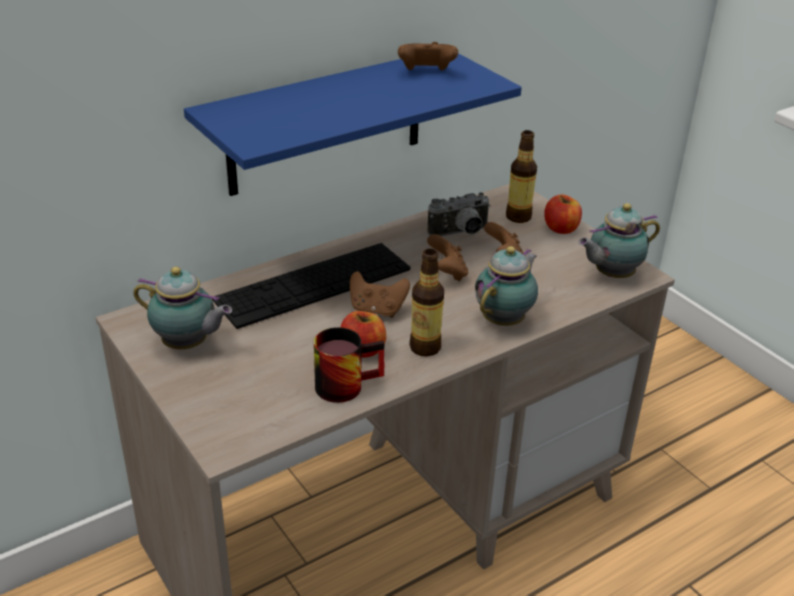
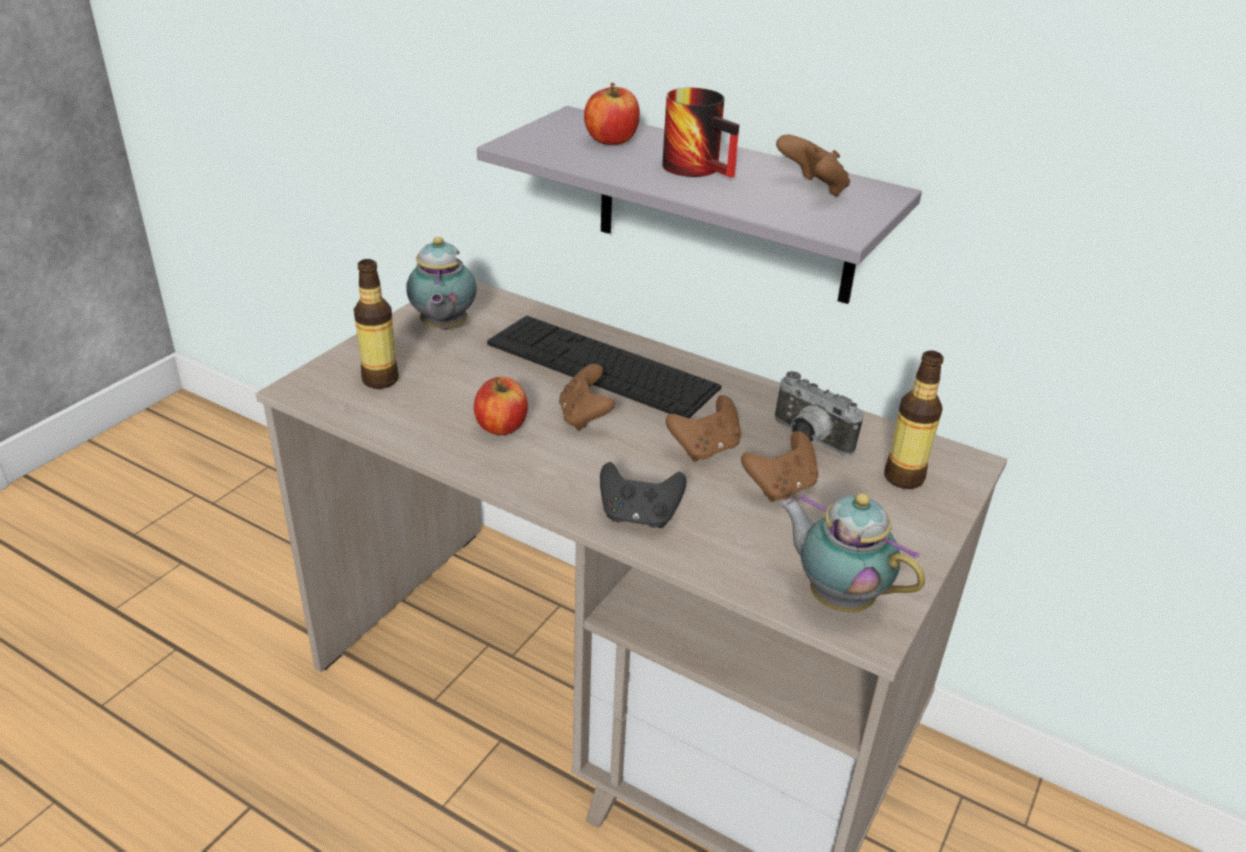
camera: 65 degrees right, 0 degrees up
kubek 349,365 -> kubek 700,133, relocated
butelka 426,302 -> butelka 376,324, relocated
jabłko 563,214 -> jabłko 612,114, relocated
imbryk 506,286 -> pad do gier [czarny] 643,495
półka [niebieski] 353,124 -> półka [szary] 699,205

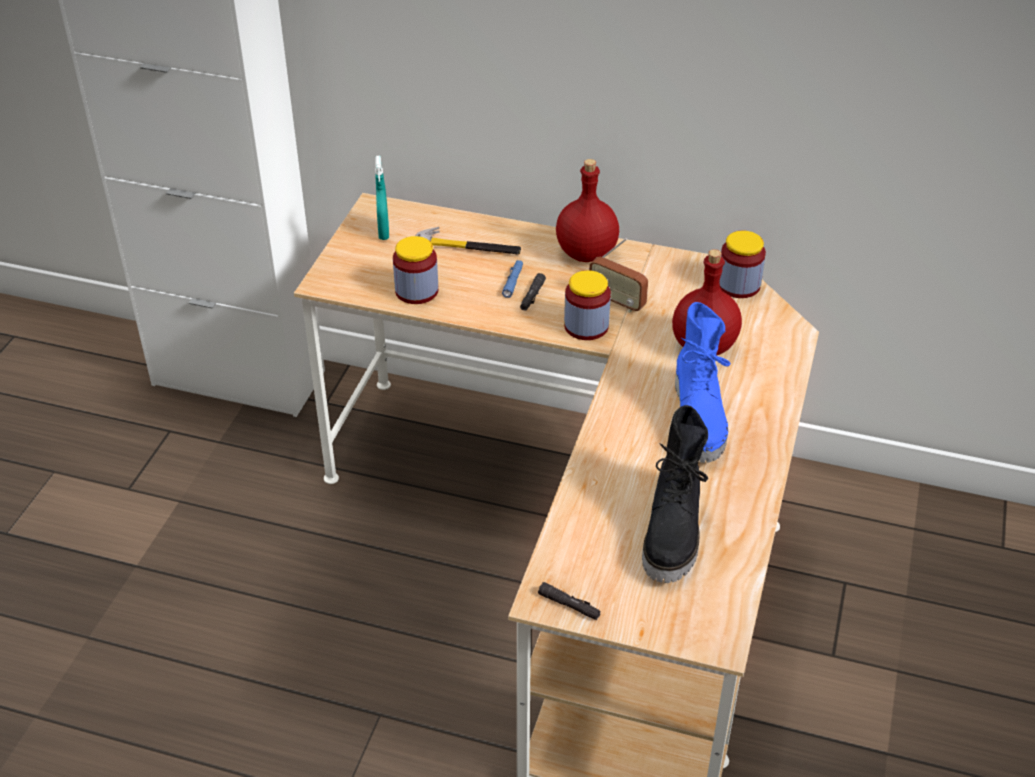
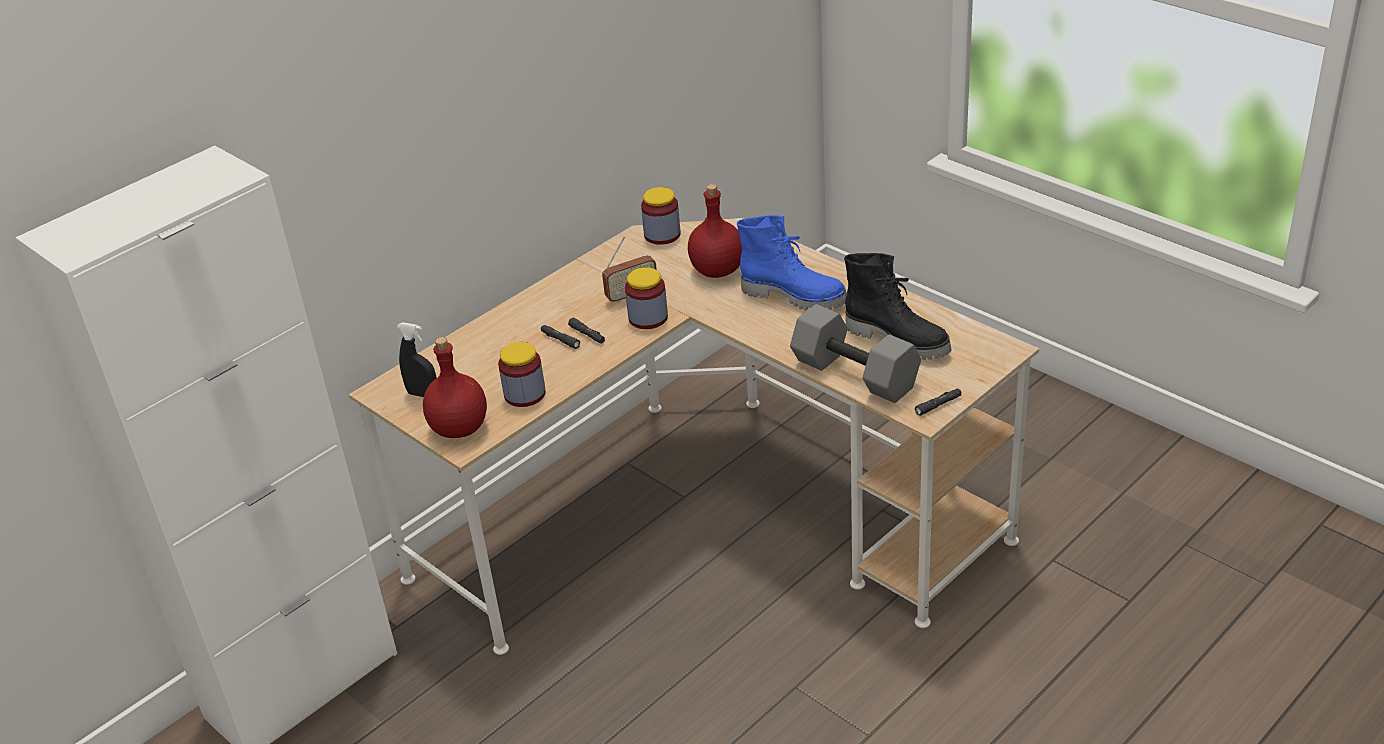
camera: 60 degrees left, 5 degrees down
młotek 468,241 -> none
none -> hantel [szary] 855,353
butelka [czerwony] 587,210 -> butelka [czerwony] 455,387, relocated
spryskiwacz [turkusowy] 382,198 -> spryskiwacz [czarny] 417,359
latarka [niebieski] 512,279 -> latarka [czarny] 560,337

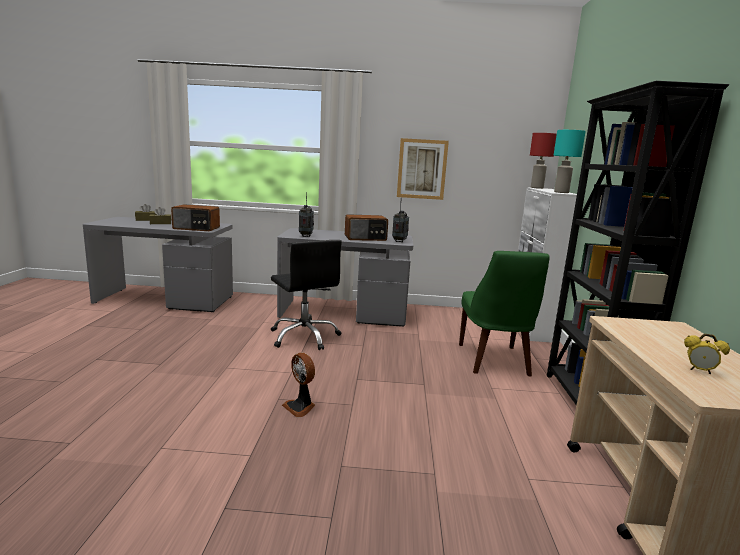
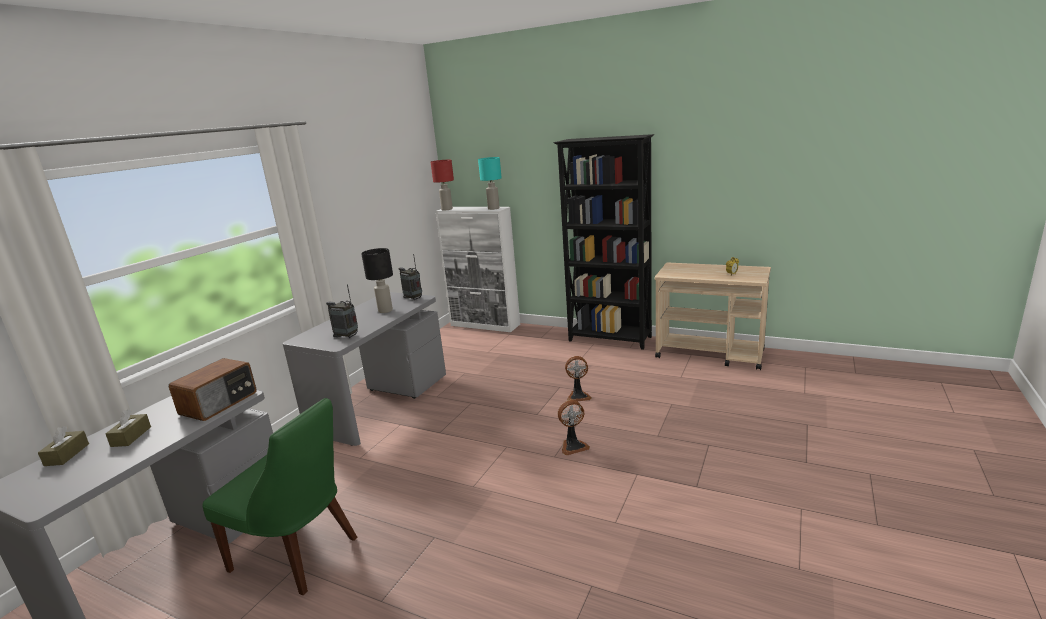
camera: 65 degrees left, 5 degrees up
krzesło biurowe [czarny] 306,295 -> none
obraz 423,169 -> none
none -> wentylator 578,379
krzesło [zielony] 504,313 -> krzesło [zielony] 279,496, relocated
radio 366,227 -> lampa stołowa [czarny] 377,280

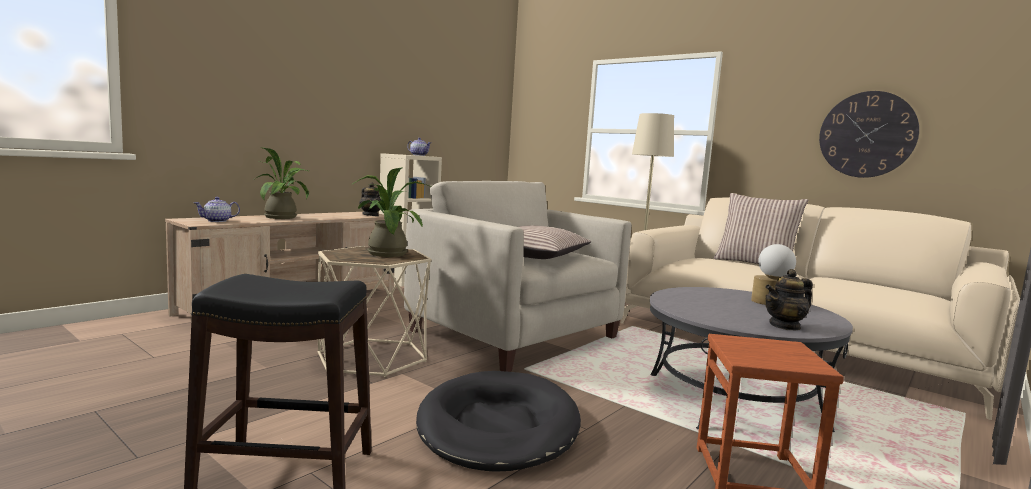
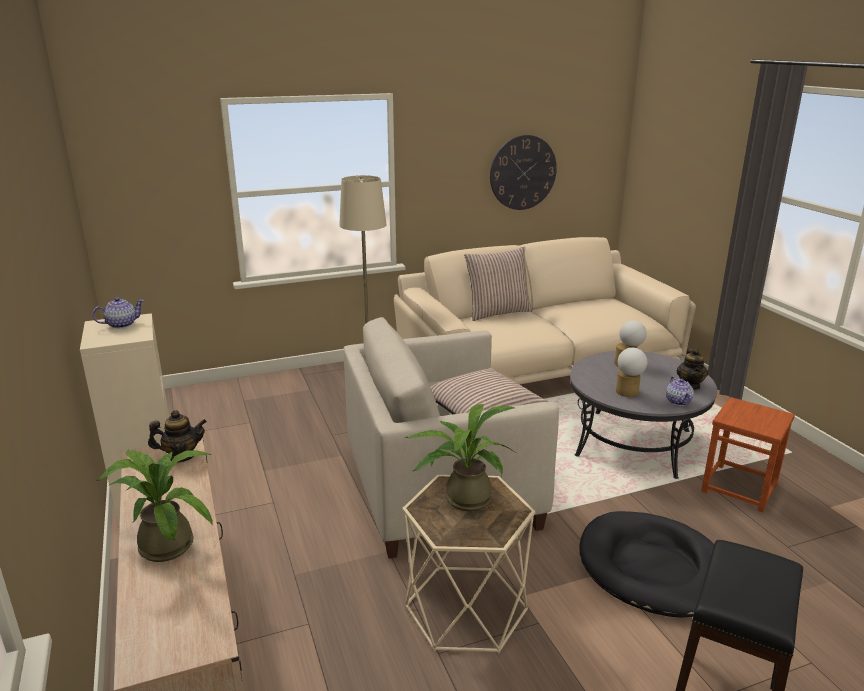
camera: 60 degrees left, 15 degrees up
none -> lampa stołowa 631,372
imbryk 217,209 -> imbryk 680,391, relocated

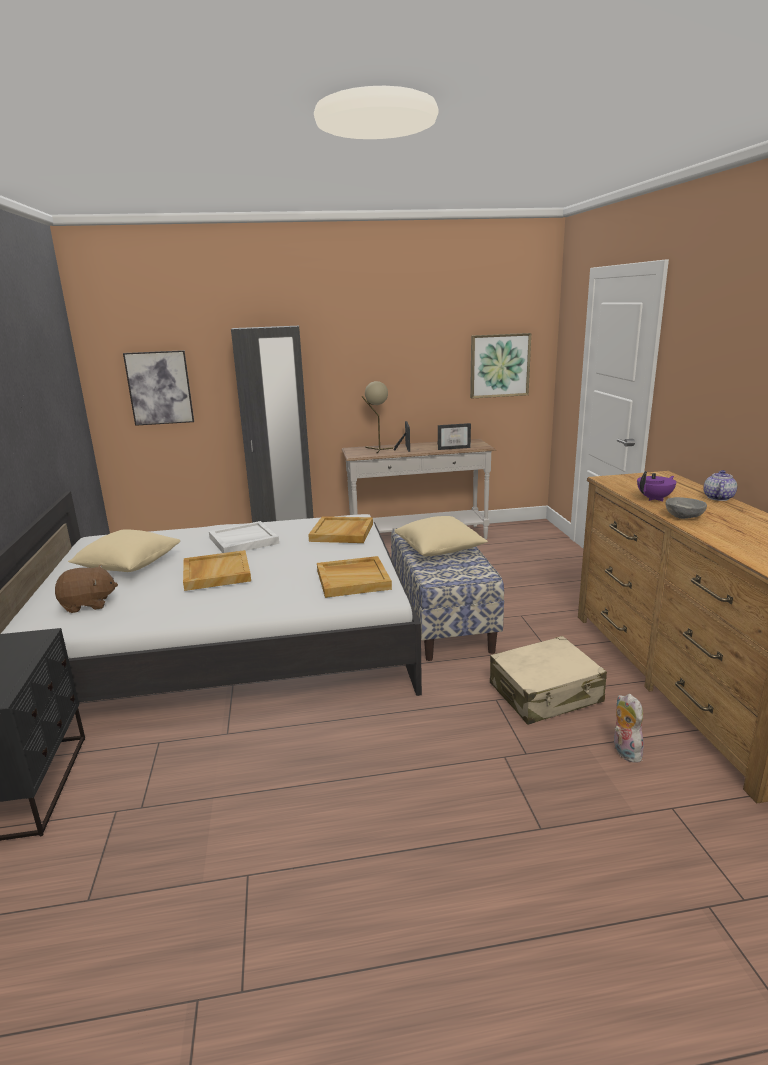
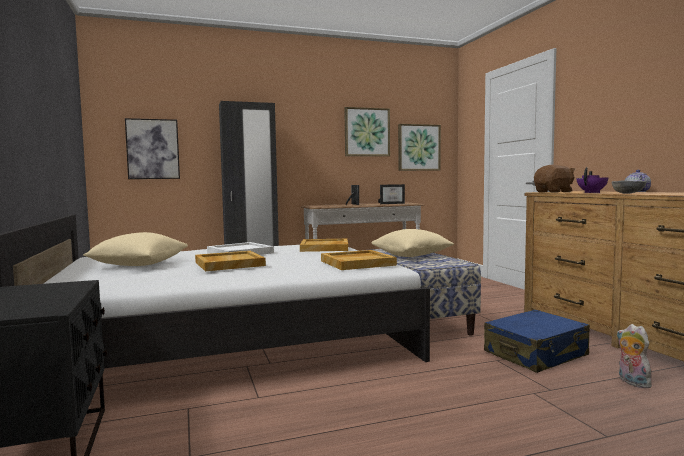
camera: 10 degrees left, 15 degrees down
lampa stołowa [beżowy] 377,417 -> none
none -> obraz 367,131
pluszak [brązowy] 86,589 -> pluszak [brązowy] 555,179, relocated
walizka [beżowy] 548,680 -> walizka [niebieski] 537,341

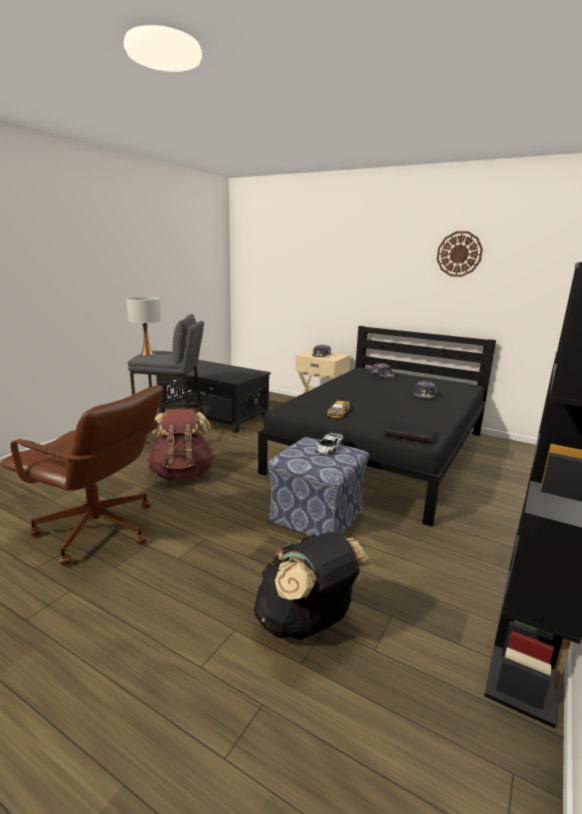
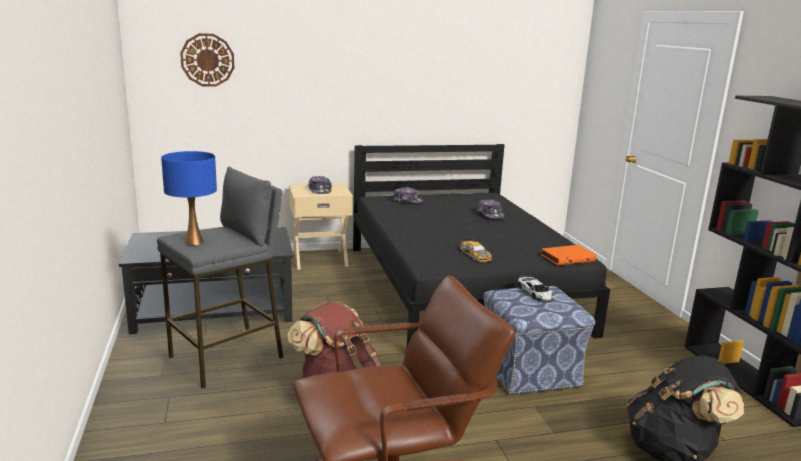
camera: 45 degrees left, 0 degrees up
zegar ścienny 460,254 -> zegar ścienny 207,60, relocated
lampa stołowa [biały] 144,326 -> lampa stołowa [niebieski] 189,198
książka [czarny] 410,432 -> książka [pomarańczowy] 568,255

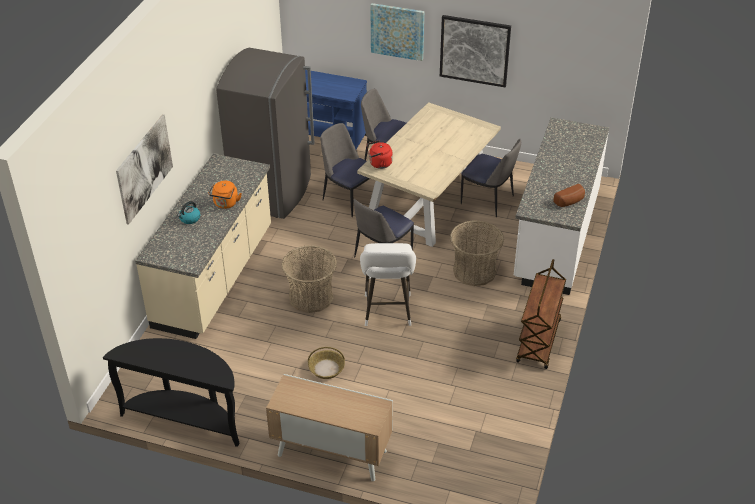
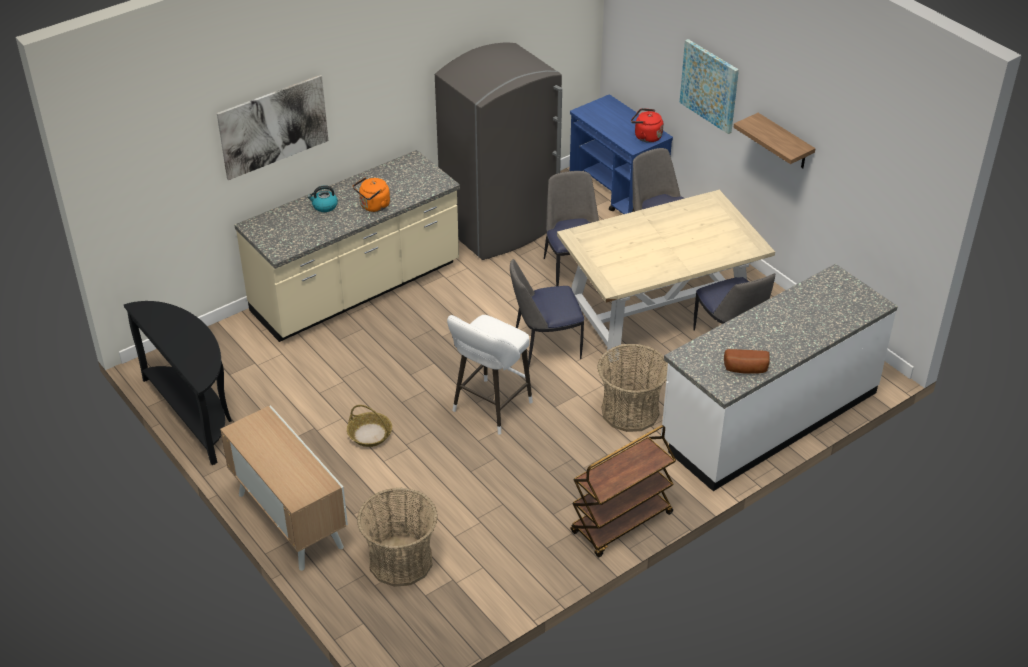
camera: 35 degrees right, 0 degrees up
koszyk 309,279 -> koszyk 397,537, relocated
czajnik [czerwony] 380,154 -> czajnik [czerwony] 647,125, relocated
obraz 475,51 -> półka 775,140

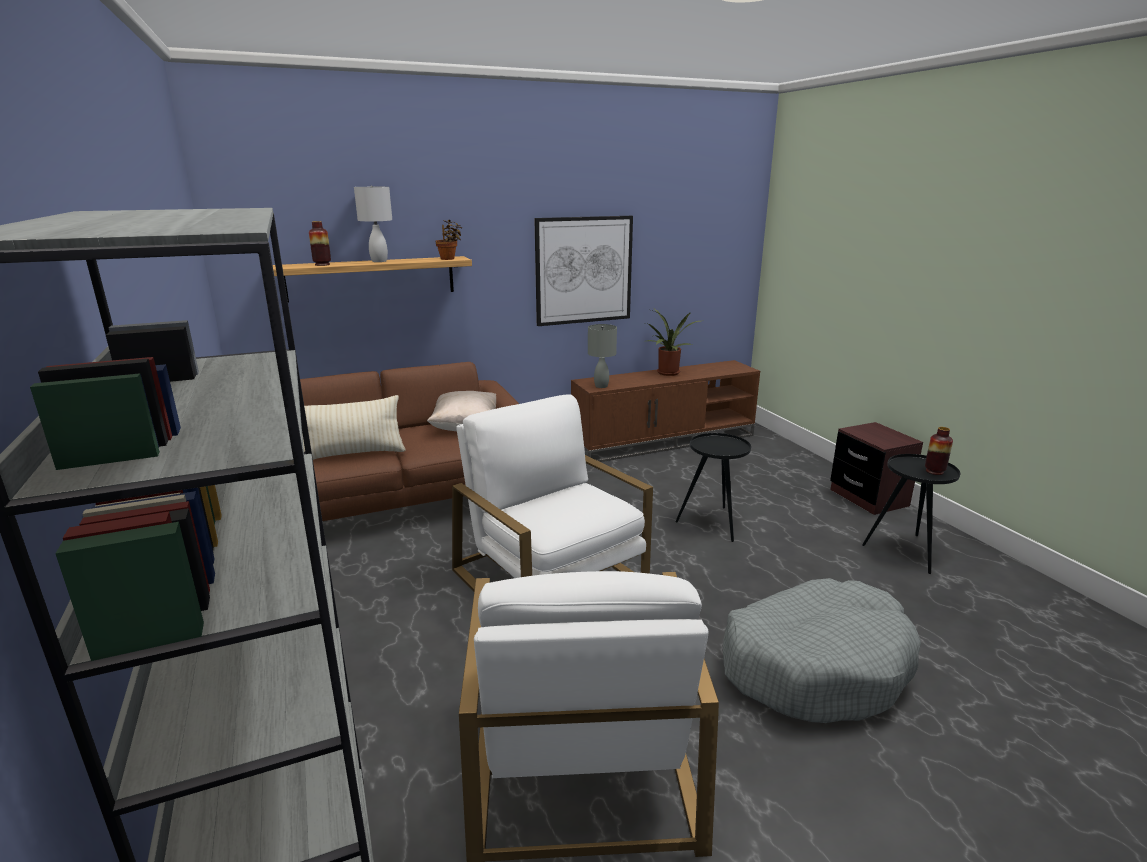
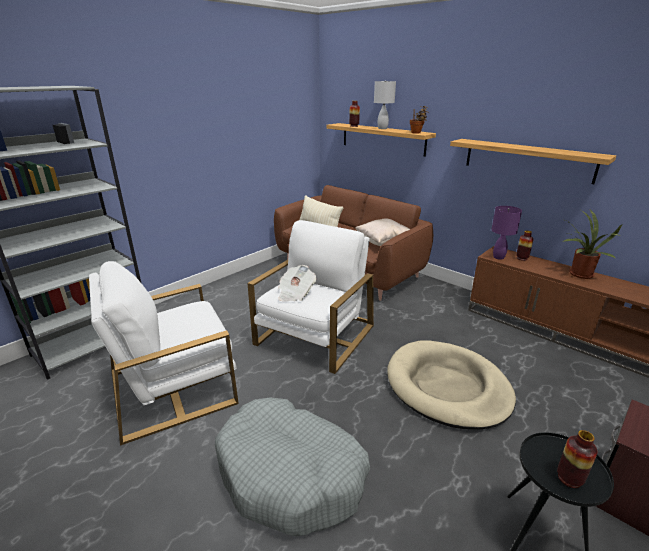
camera: 65 degrees right, 5 degrees up
none -> gazeta 297,283
none -> wazon 524,246
obraz 583,271 -> półka 533,161
stolik [czarny] 713,487 -> legowisko [beżowy] 451,385
lampa stołowa [szary] 602,356 -> lampa stołowa [fioletowy] 506,233

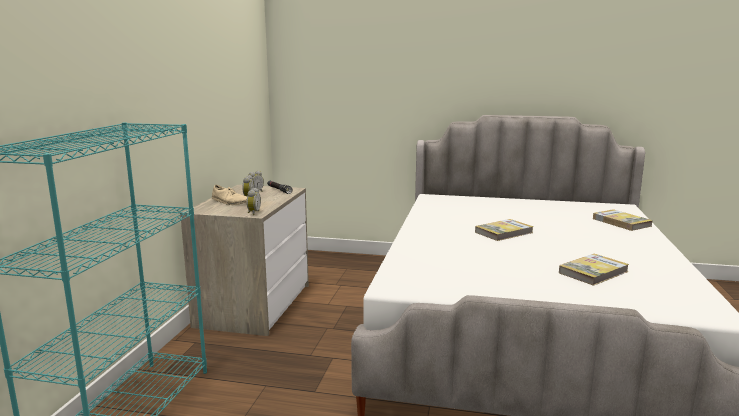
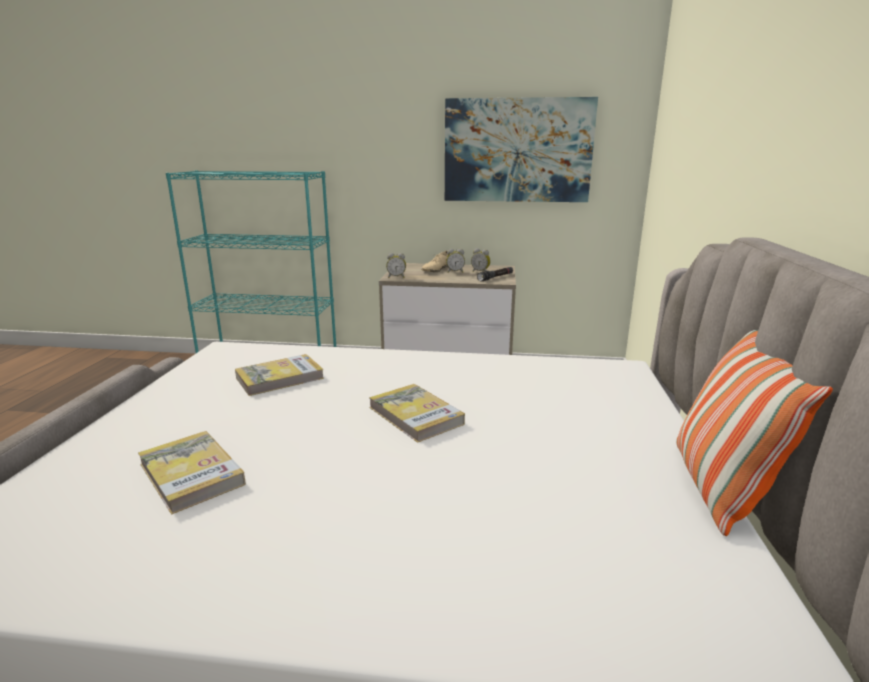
camera: 85 degrees right, 5 degrees up
none -> obraz 521,149
none -> poduszka 754,433
książka 623,220 -> książka 279,375, relocated

